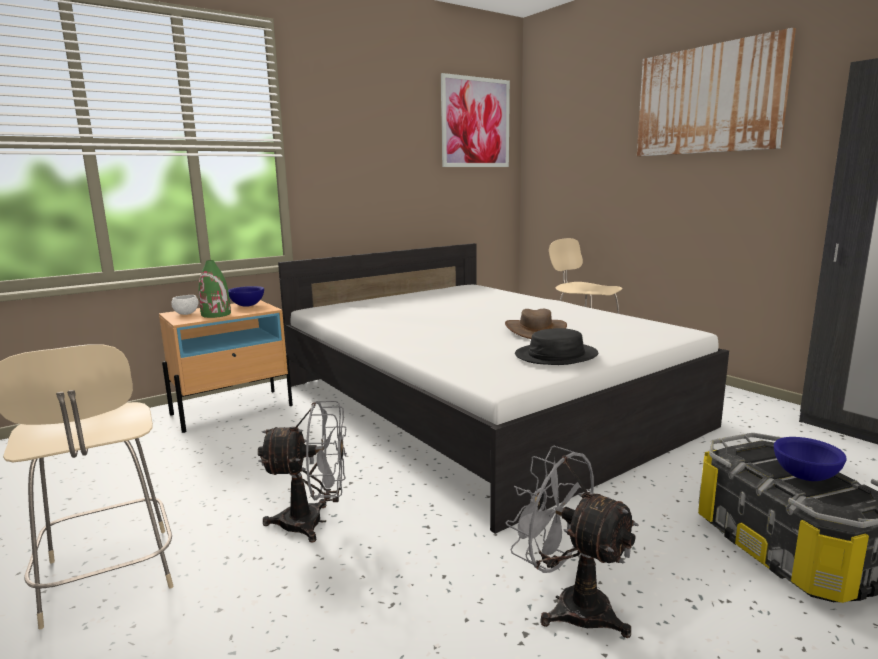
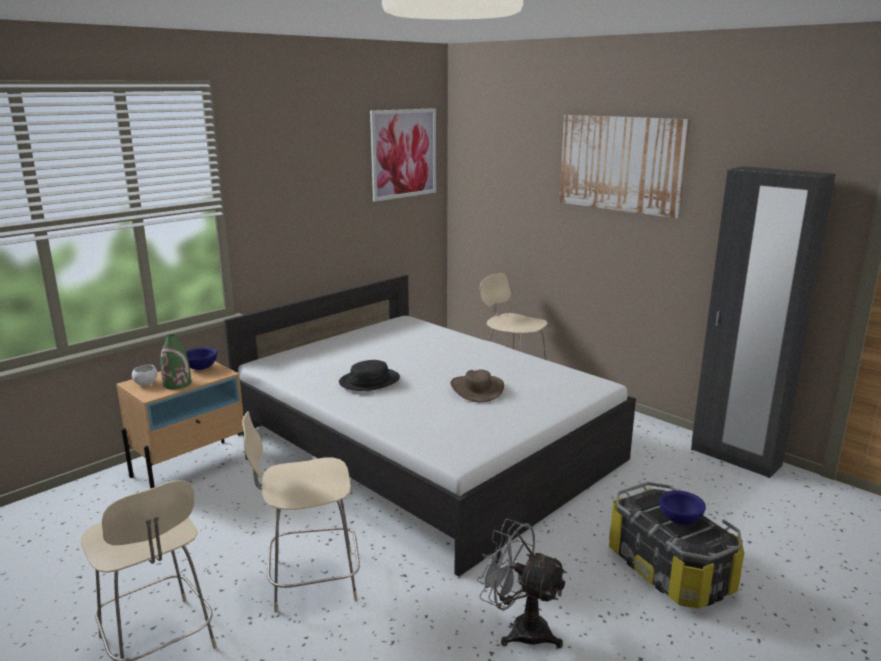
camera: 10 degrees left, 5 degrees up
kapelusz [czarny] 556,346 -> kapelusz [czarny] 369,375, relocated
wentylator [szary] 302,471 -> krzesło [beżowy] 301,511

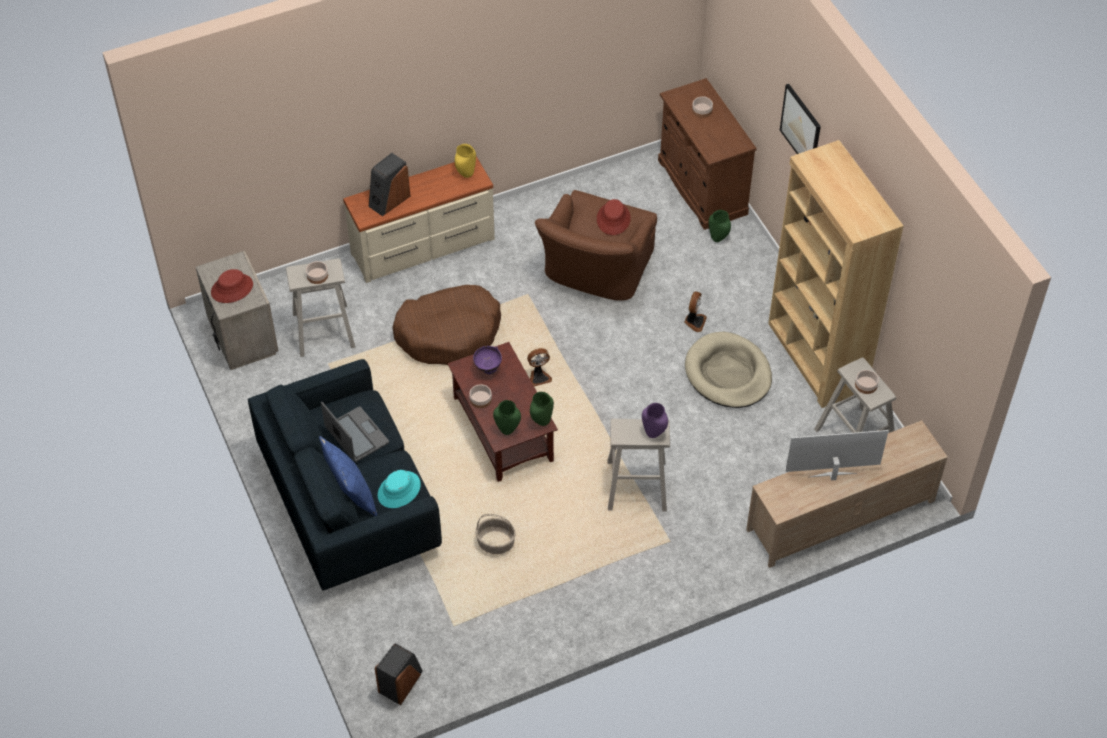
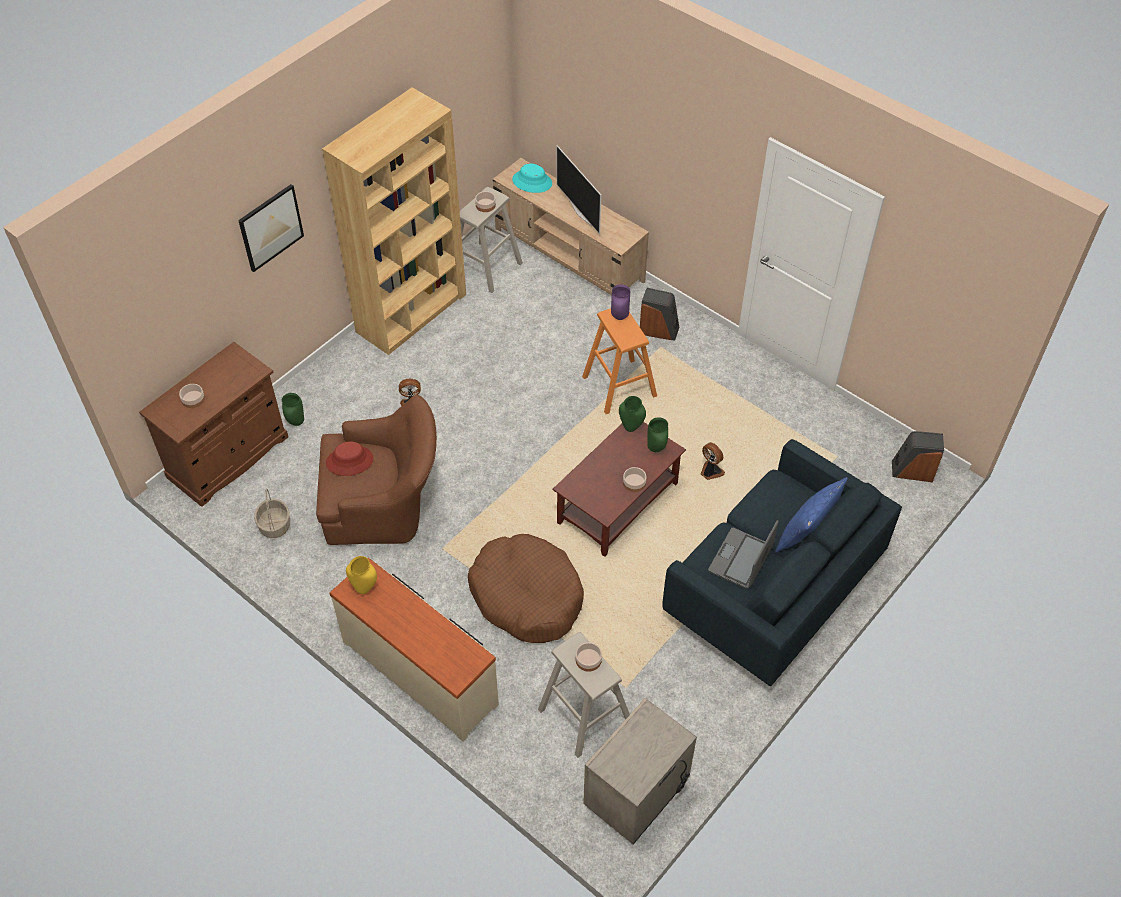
camera: 115 degrees left, 0 degrees up
kapelusz [czerwony] 232,286 -> none
miska [fioletowy] 487,360 -> none
legowisko [beżowy] 728,370 -> none
głośnik 389,184 -> głośnik 659,314, relocated
kapelusz [turkusowy] 399,489 -> kapelusz [turkusowy] 532,178, relocated
koszyk 496,534 -> koszyk 272,513, relocated
wentylator 539,367 -> wentylator 713,461, relocated
stołek [beżowy] 639,465 -> stołek [pomarańczowy] 619,361

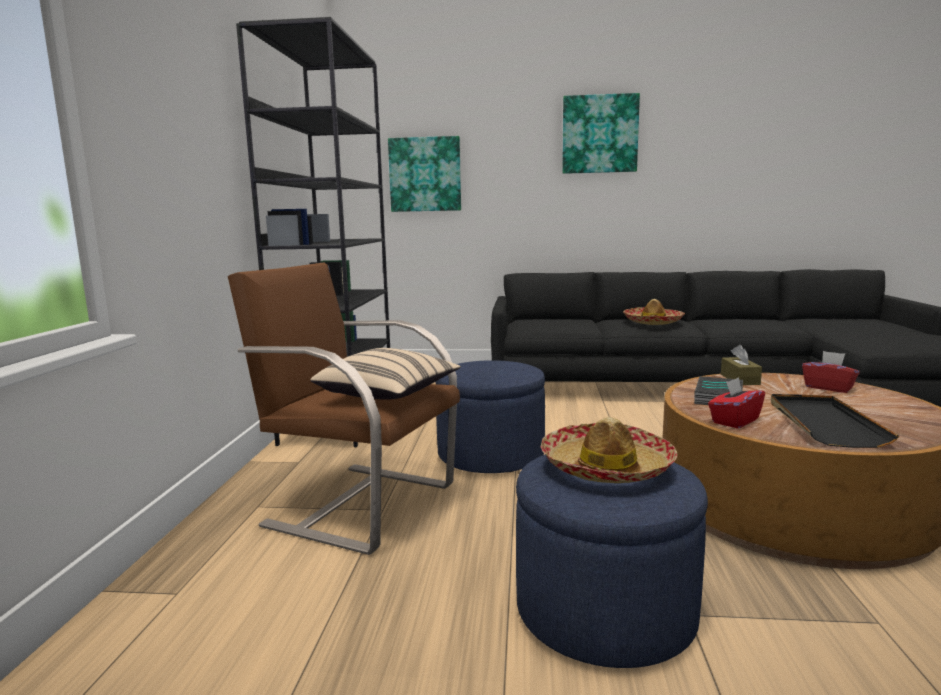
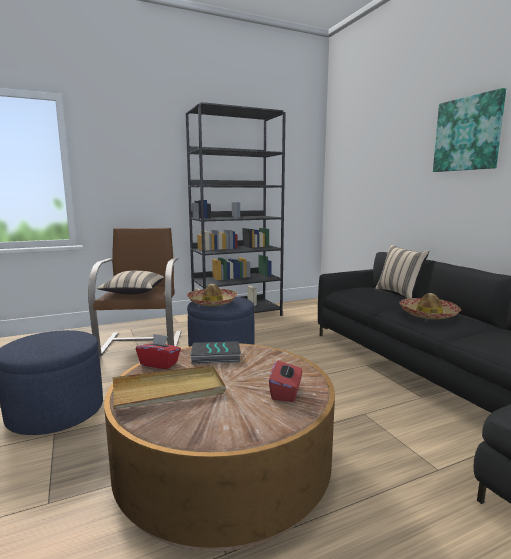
camera: 60 degrees right, 0 degrees up
obraz 424,174 -> none
pudełko chusteczek [brązowy] 741,365 -> none
none -> poduszka [beżowy] 402,272
kapelusz 608,450 -> kapelusz 212,295, relocated
taca [czarny] 835,421 -> taca [beżowy] 169,387

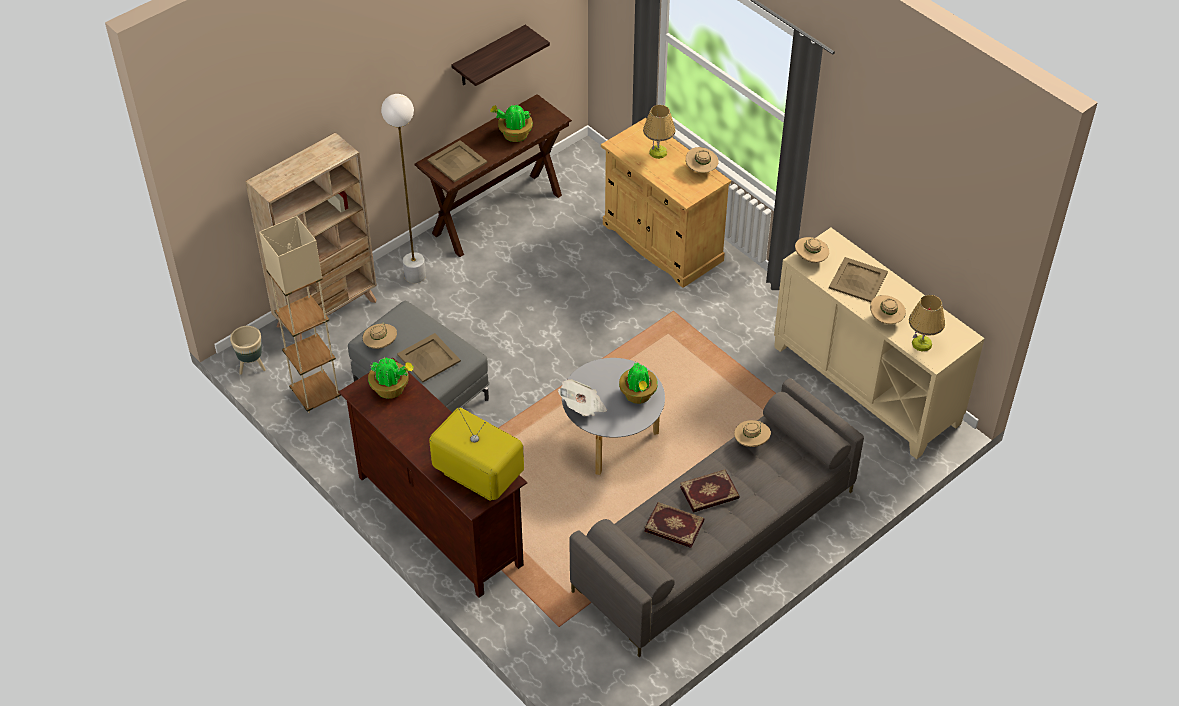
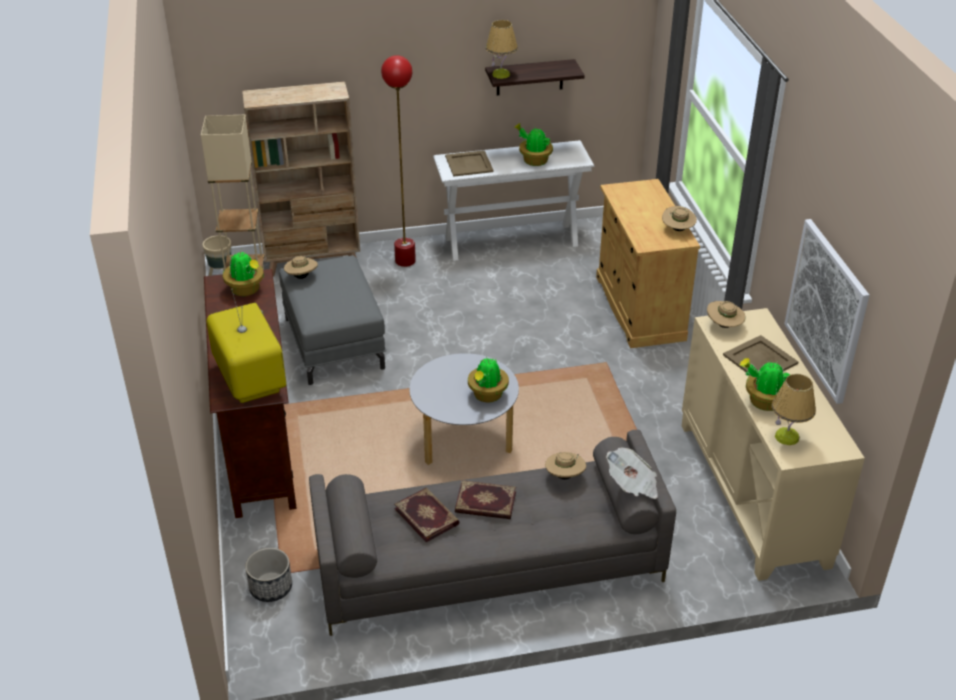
camera: 30 degrees right, 10 degrees down
taca [beżowy] 429,357 -> none
none -> donica 268,575
none -> obraz 827,311
gazeta 582,397 -> gazeta 632,473, relocated
lampa stołowa 659,132 -> lampa stołowa 502,49, relocated
kapelusz [beżowy] 888,309 -> roślina doniczkowa 765,384
lampa stojąca [biały] 403,188 -> lampa stojąca [czerwony] 398,161
stolik konsolowy [brązowy] 493,175 -> stolik konsolowy [biały] 514,200

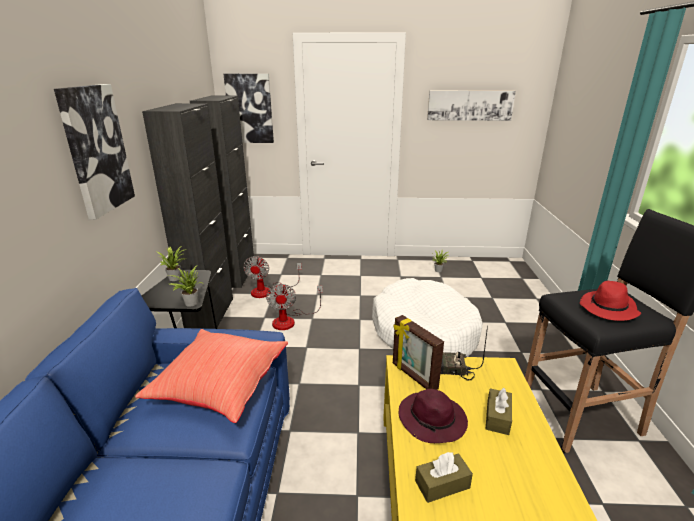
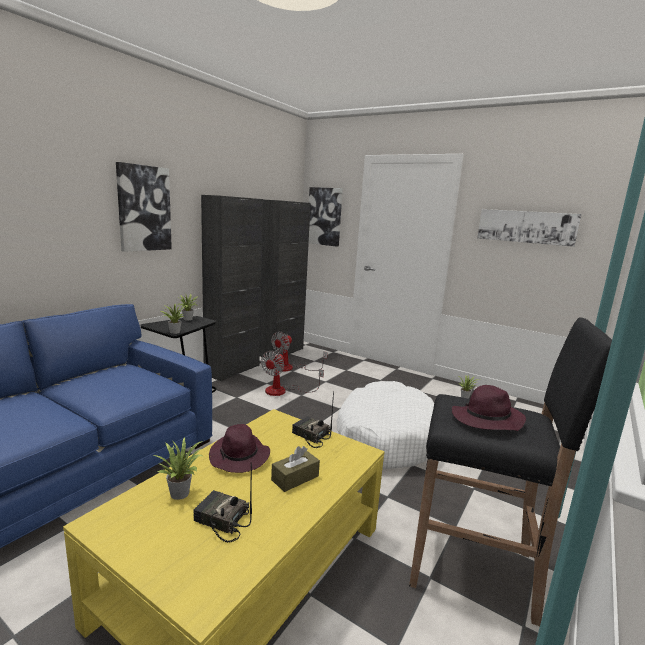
camera: 30 degrees right, 10 degrees down
poduszka [czerwony] 211,376 -> none
ramka na zdjęcie 418,352 -> none
none -> radio 222,502
pudełko chusteczek [brązowy] 444,477 -> roślina doniczkowa 177,468
kapelusz [czerwony] 610,301 -> kapelusz [fioletowy] 489,408

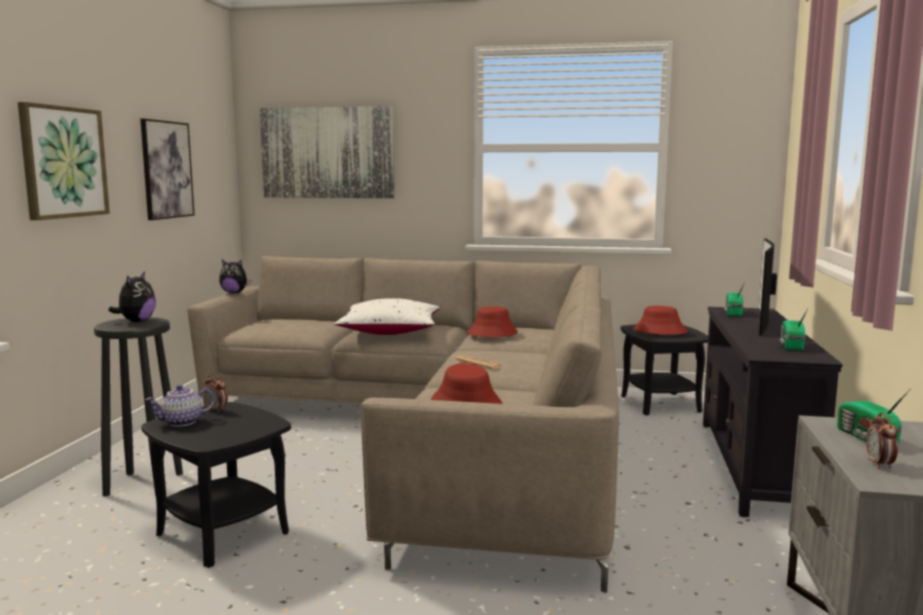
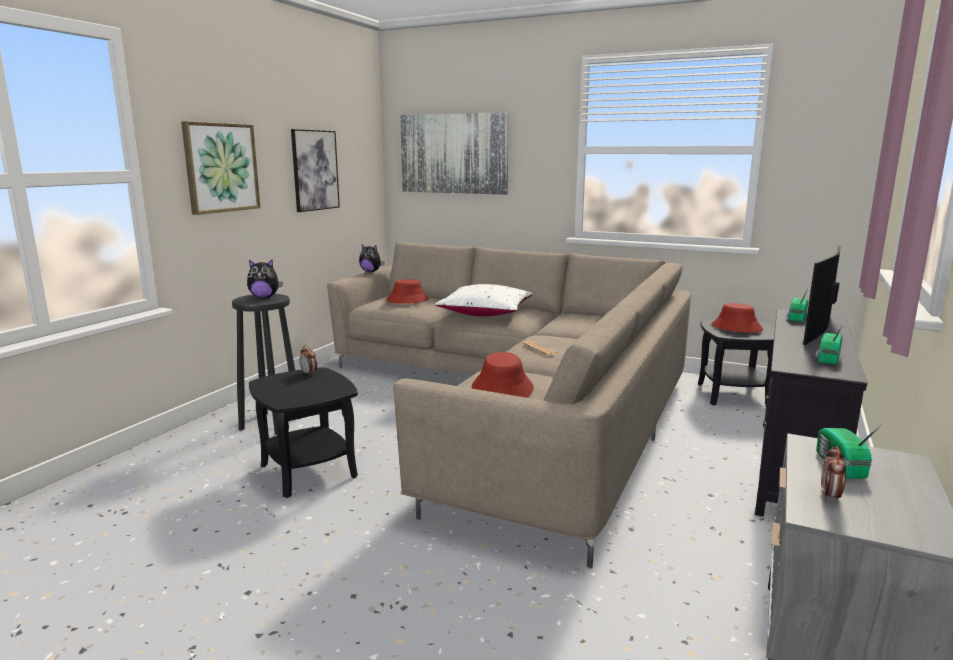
camera: 15 degrees right, 5 degrees up
imbryk 180,406 -> none
kapelusz [czerwony] 493,322 -> kapelusz [czerwony] 407,291, relocated
pluszak 132,297 -> pluszak 265,279, 60 degrees clockwise

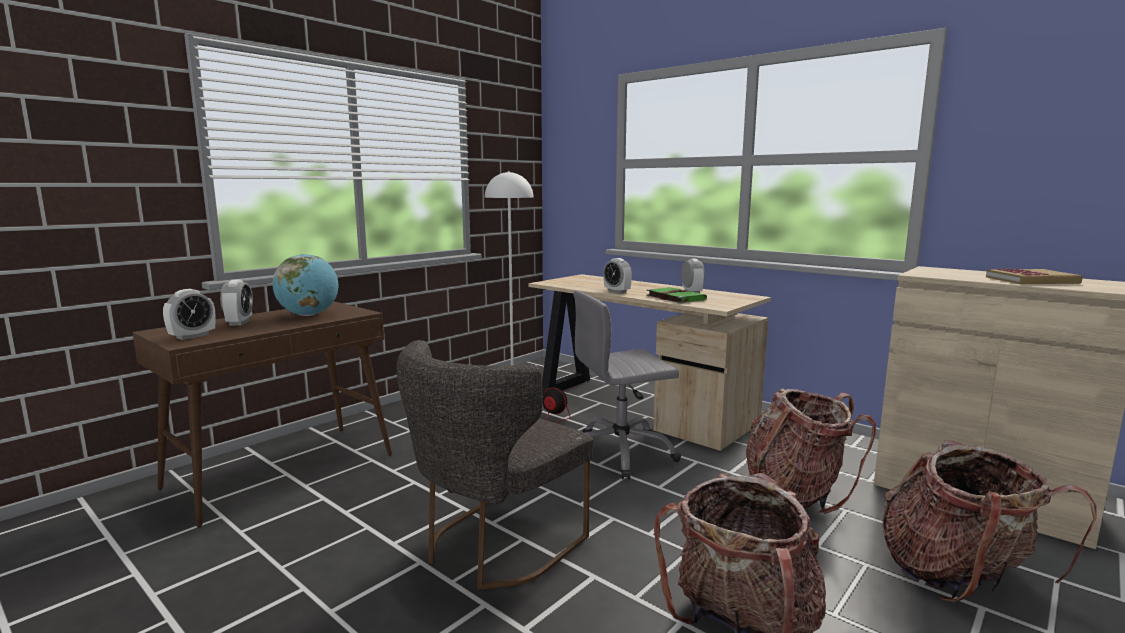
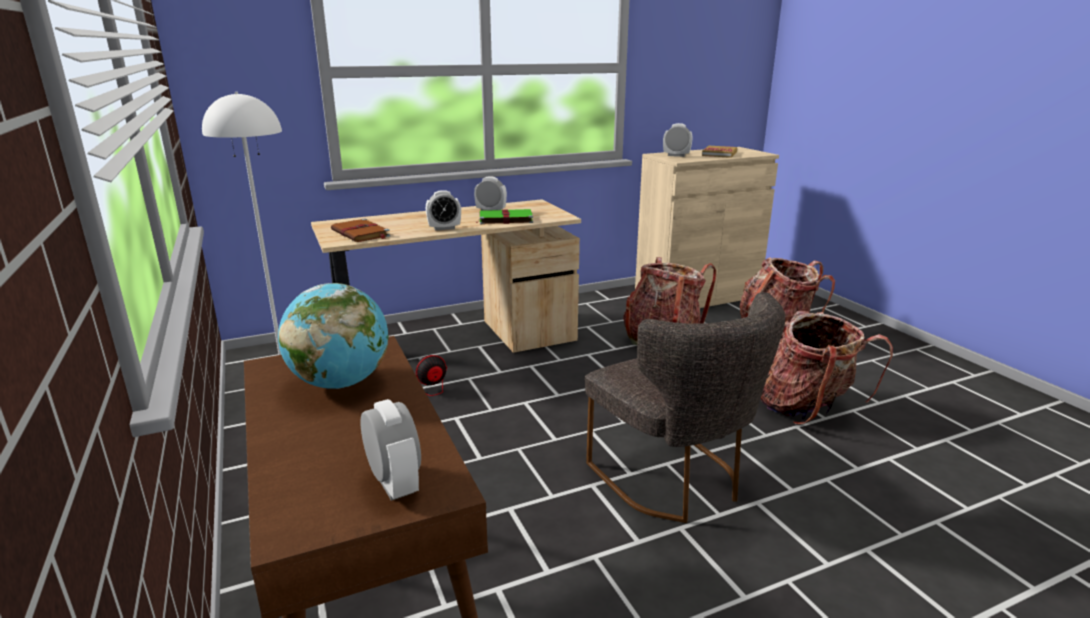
camera: 65 degrees left, 10 degrees up
krzesło biurowe [szary] 627,385 -> none
none -> książka [brązowy] 360,230
budzik 236,302 -> budzik 678,140, relocated

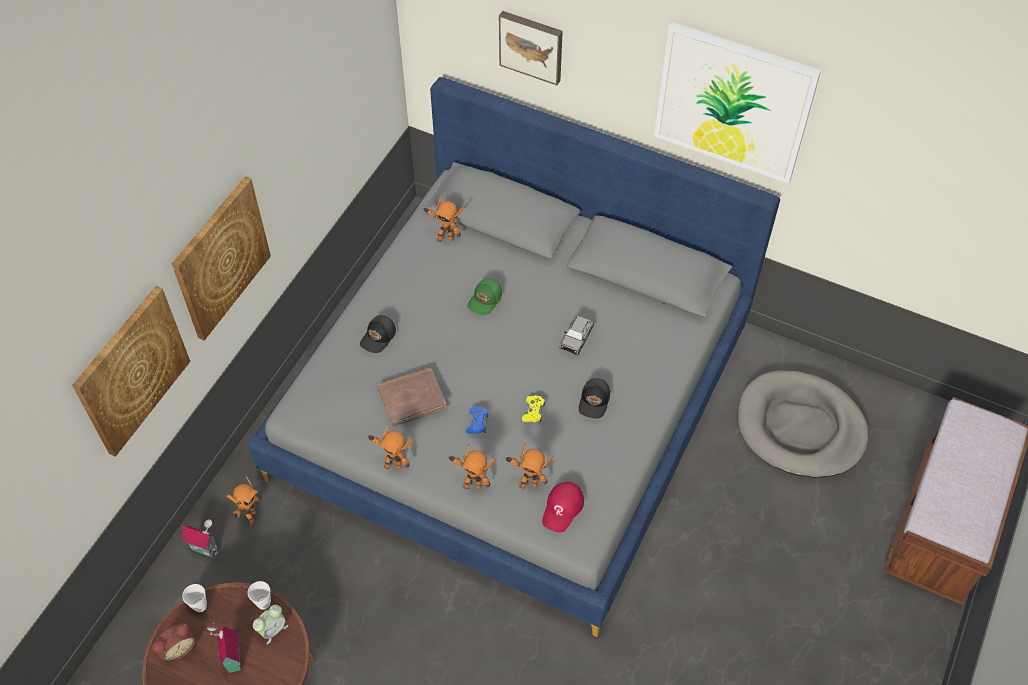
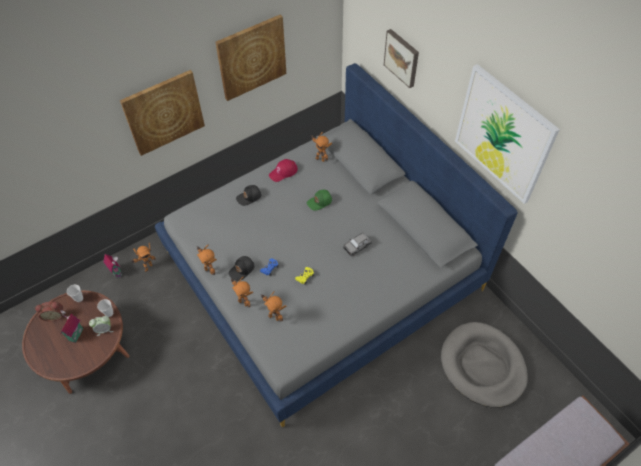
camera: 30 degrees right, 0 degrees up
książka [brązowy] 411,397 -> none
obraz 131,371 -> obraz 250,57, relocated
czapka z daszkiem [czerwony] 563,507 -> czapka z daszkiem [czerwony] 283,170, relocated
czapka z daszkiem [czarny] 594,398 -> czapka z daszkiem [czarny] 241,268, relocated

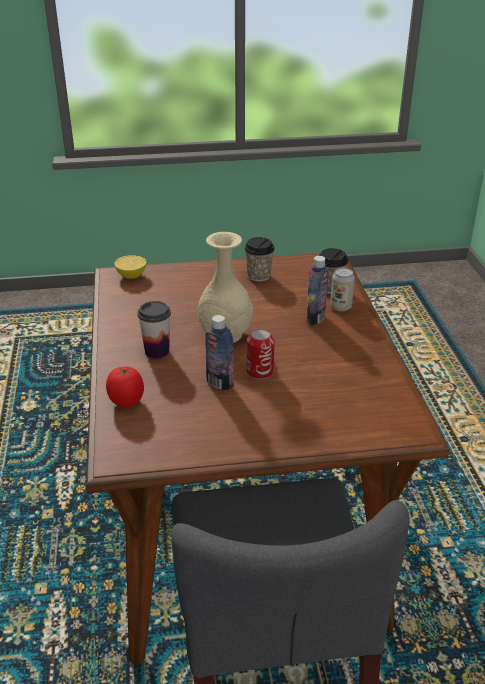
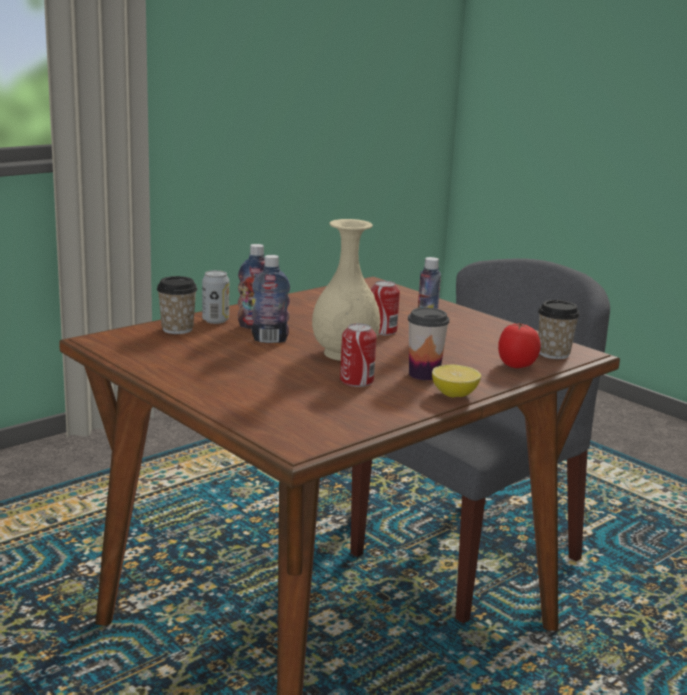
camera: 125 degrees left, 15 degrees down
none -> butelka 271,299
none -> puszka 358,355
cytryna 130,267 -> cytryna 456,381, relocated
filiżanka 259,259 -> filiżanka 559,329, relocated

